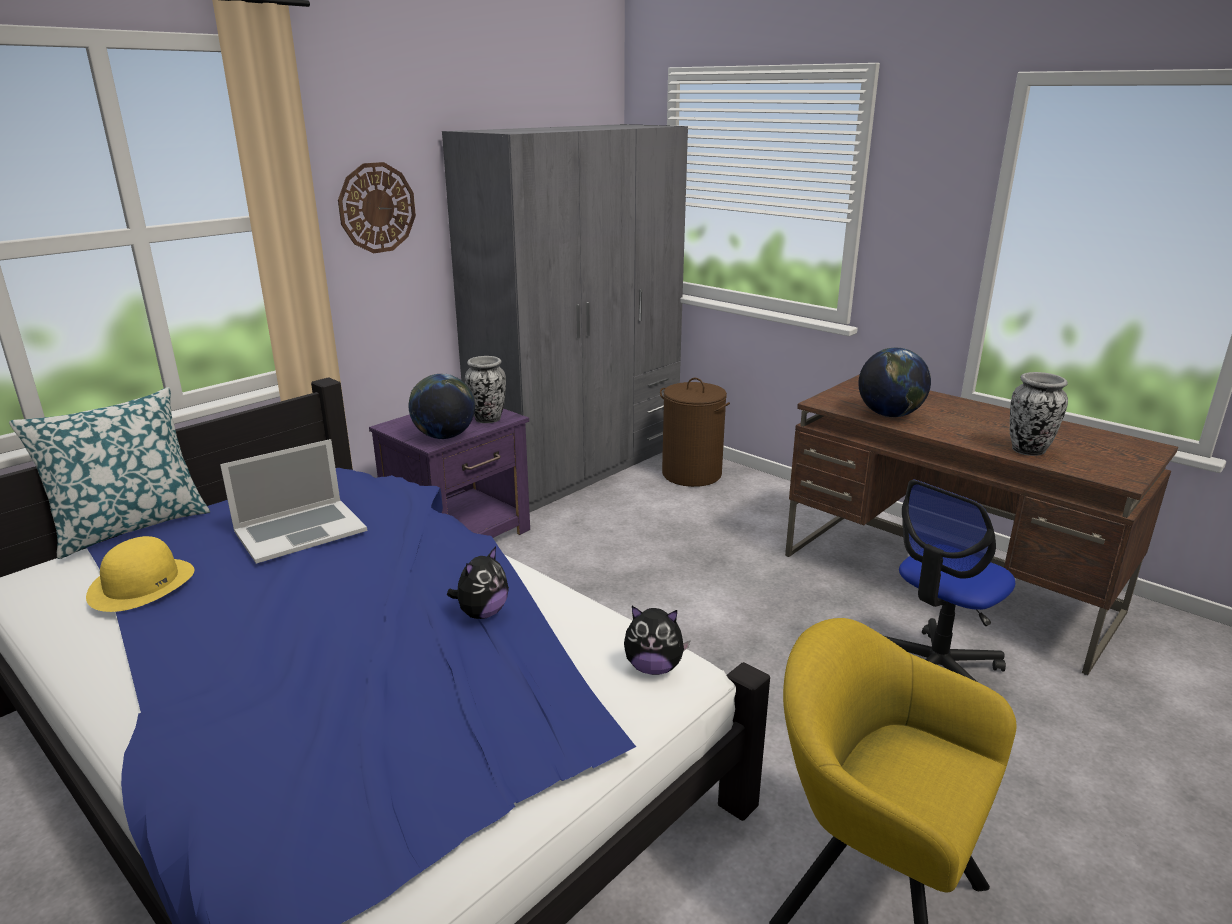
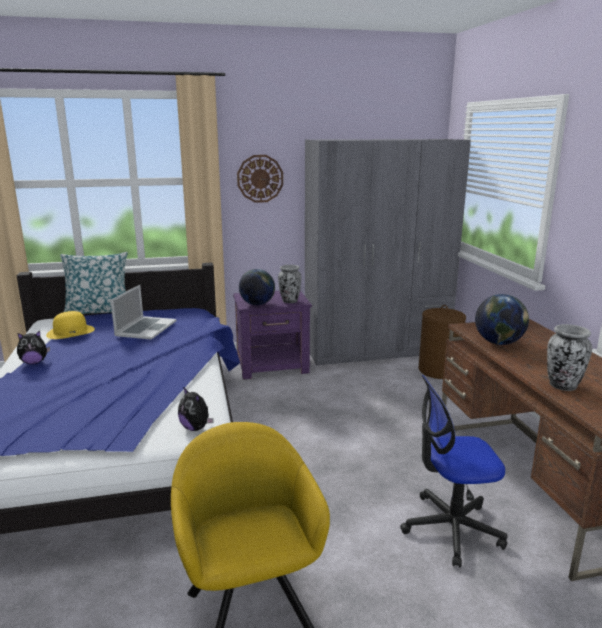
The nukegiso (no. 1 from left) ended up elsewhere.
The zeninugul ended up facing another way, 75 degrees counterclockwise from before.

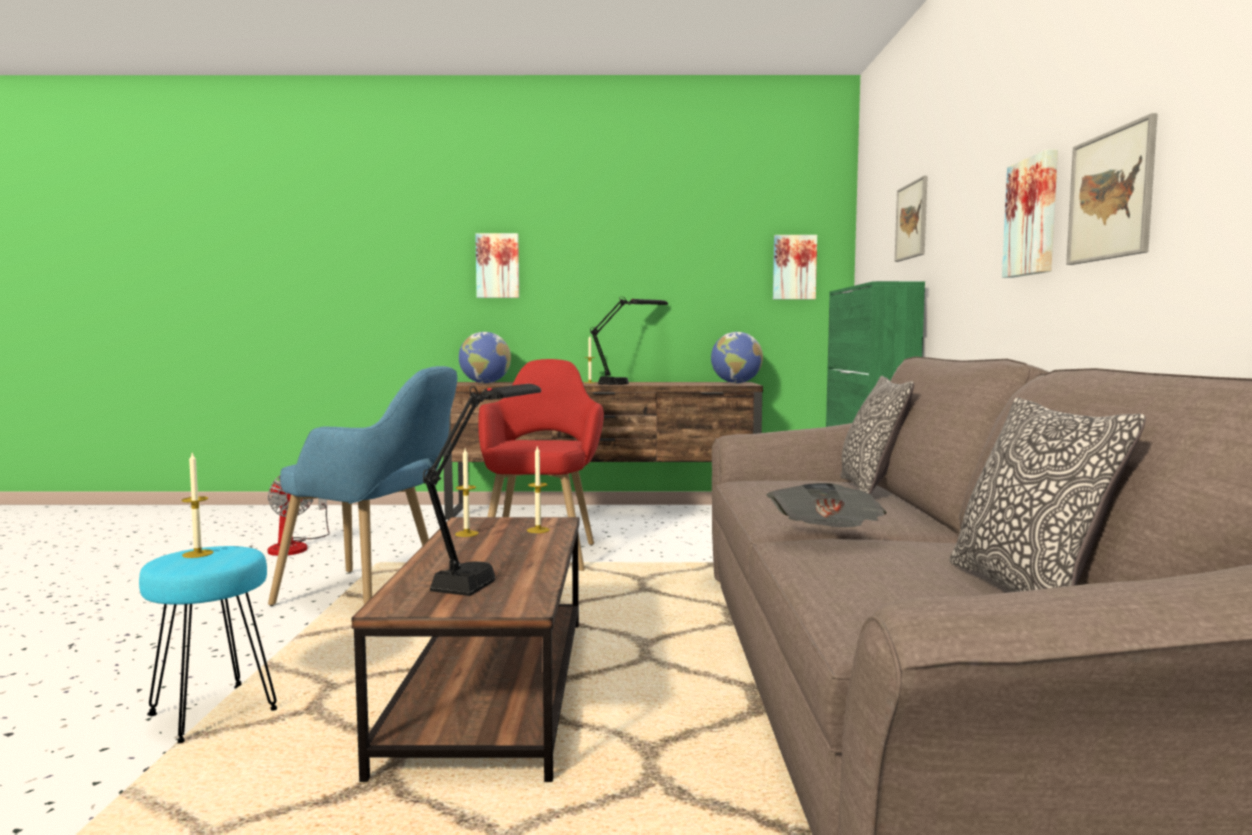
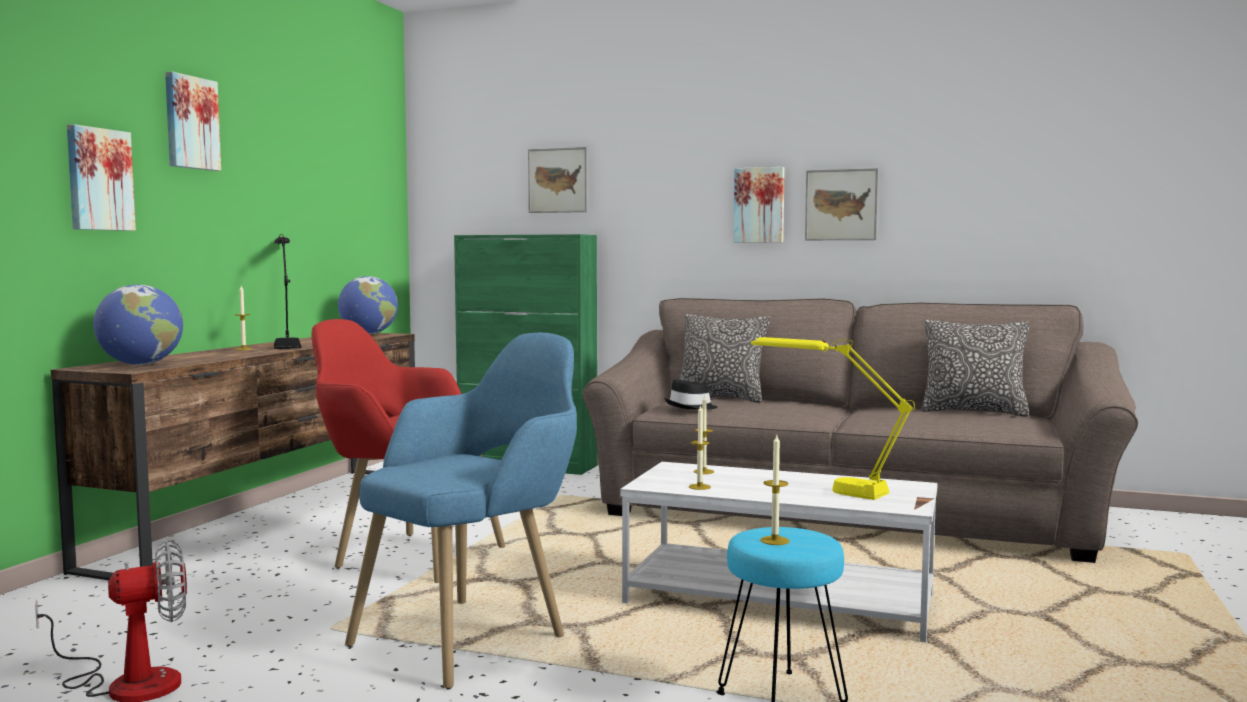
The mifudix (no. 2 from left) ended up elsewhere.
What was the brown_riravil turned into the white_riravil.
The second view gained the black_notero.
What was the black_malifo (no. 1 from left) turned into the yellow_malifo.
The second view lost the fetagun.

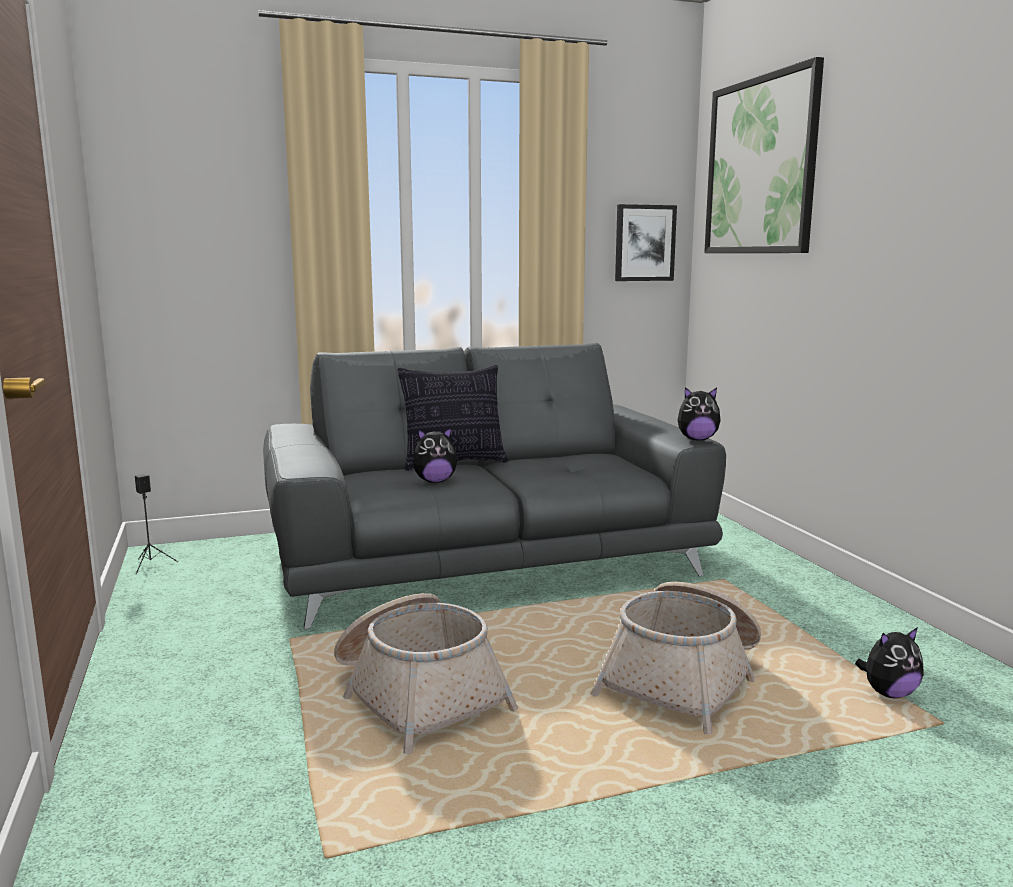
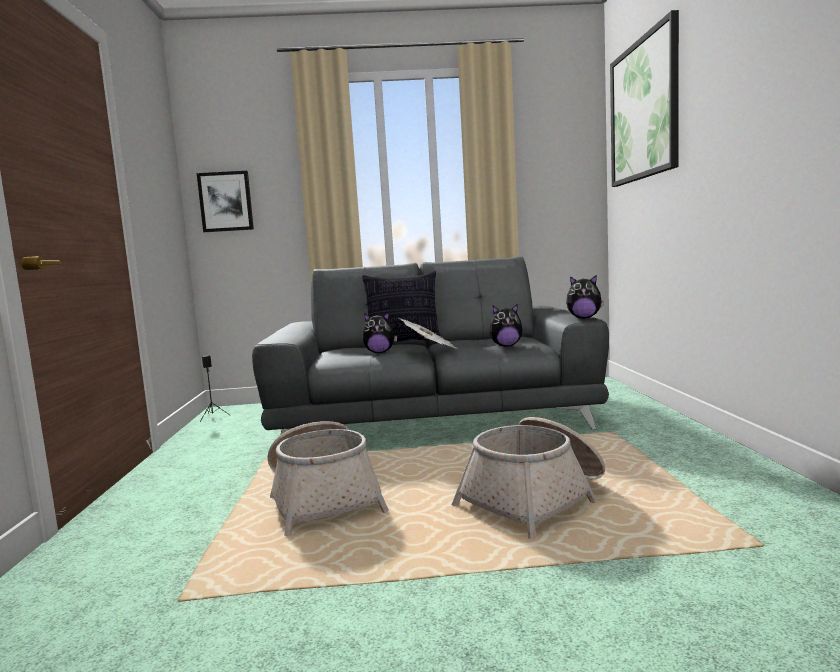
The mifudix (no. 1 from left) ended up elsewhere.
The second view gained the fetagun.
The nukegiso (no. 3 from left in the first image) ended up elsewhere.

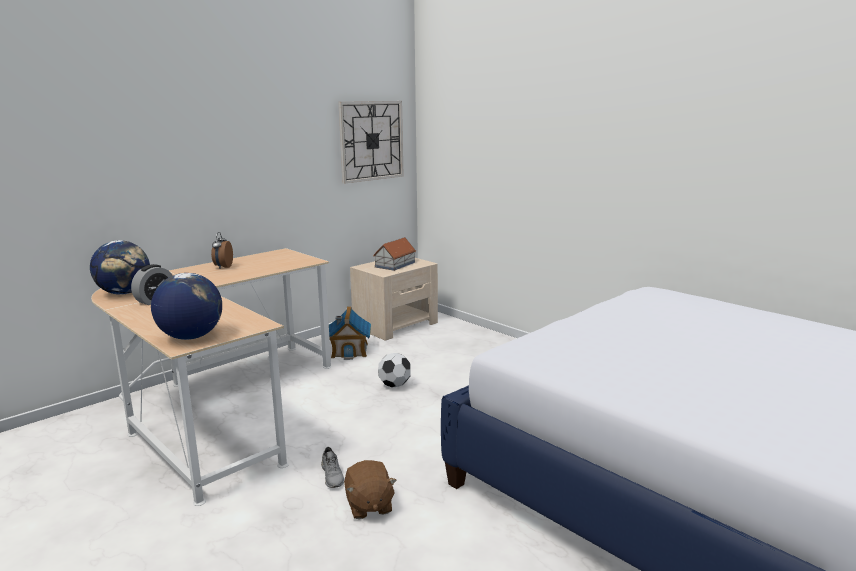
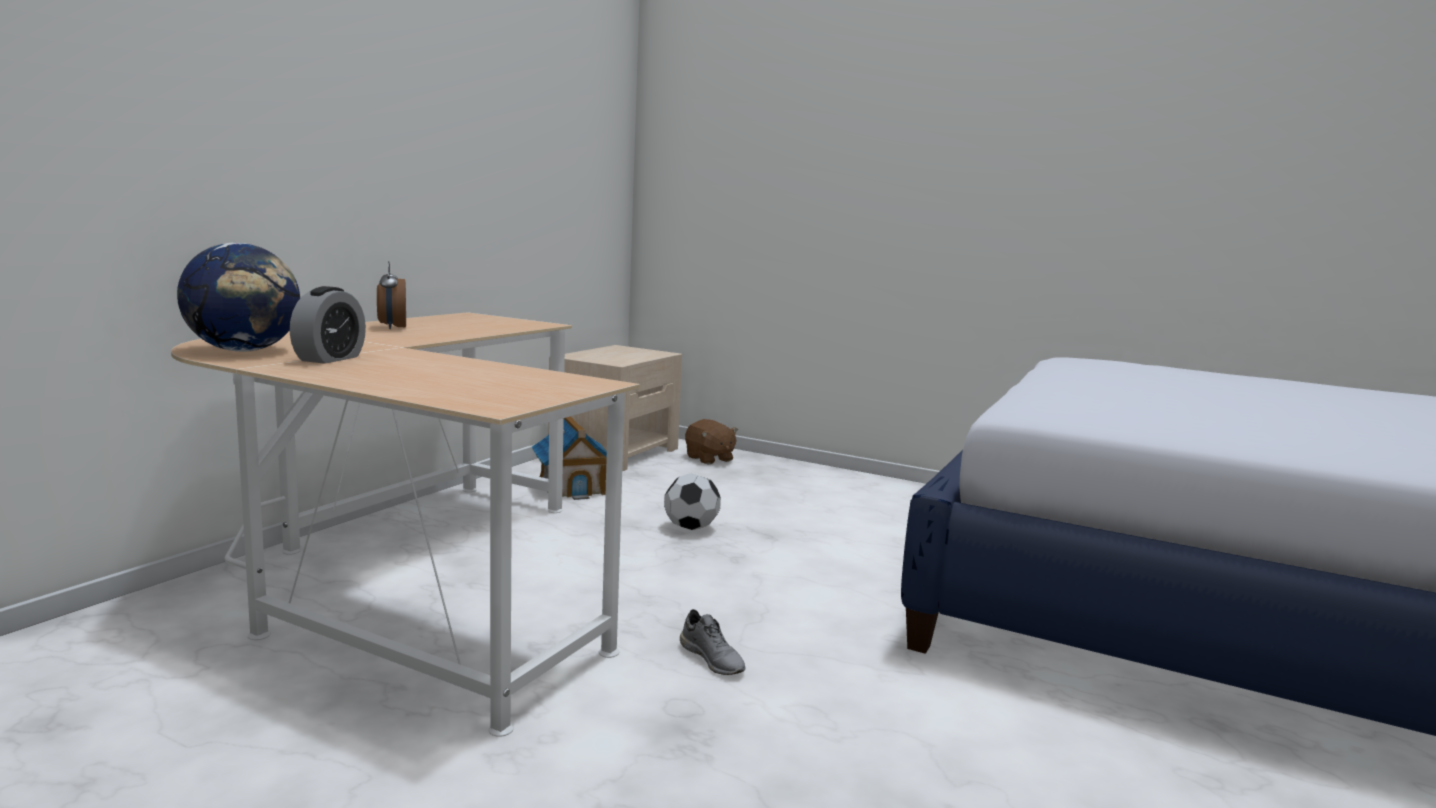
The brown_nukegiso ended up elsewhere.
The second view lost the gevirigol (no. 2 from left).
The second view lost the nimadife.
The second view lost the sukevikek (no. 2 from left).

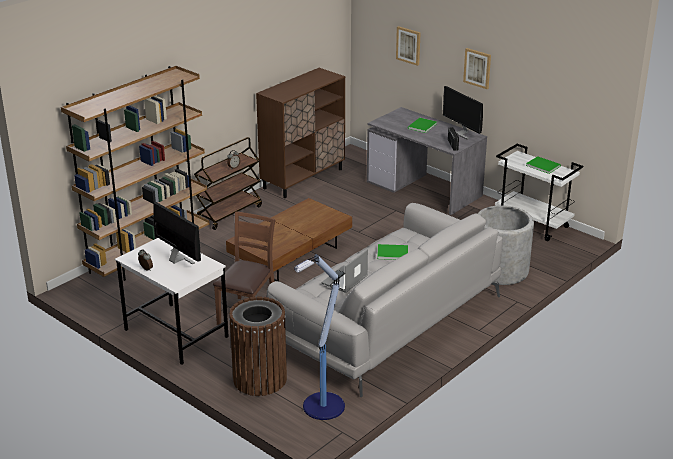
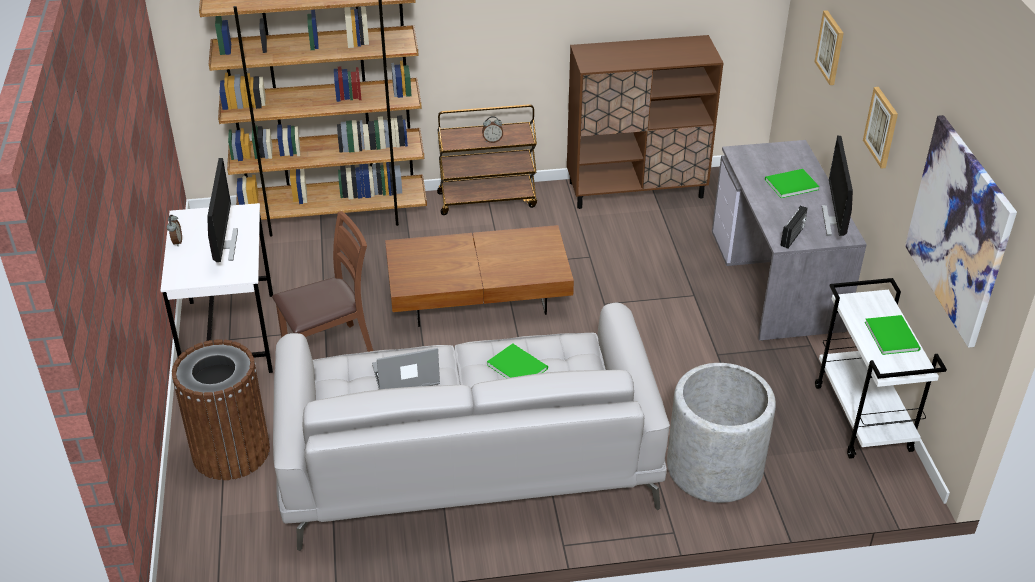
The second view gained the mifudix (no. 3 from left).
The second view lost the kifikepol.

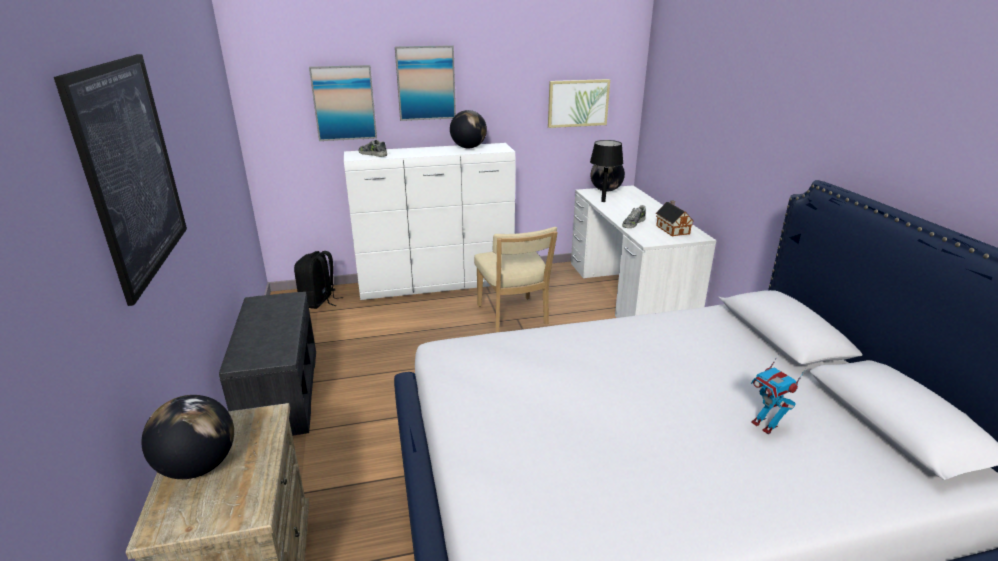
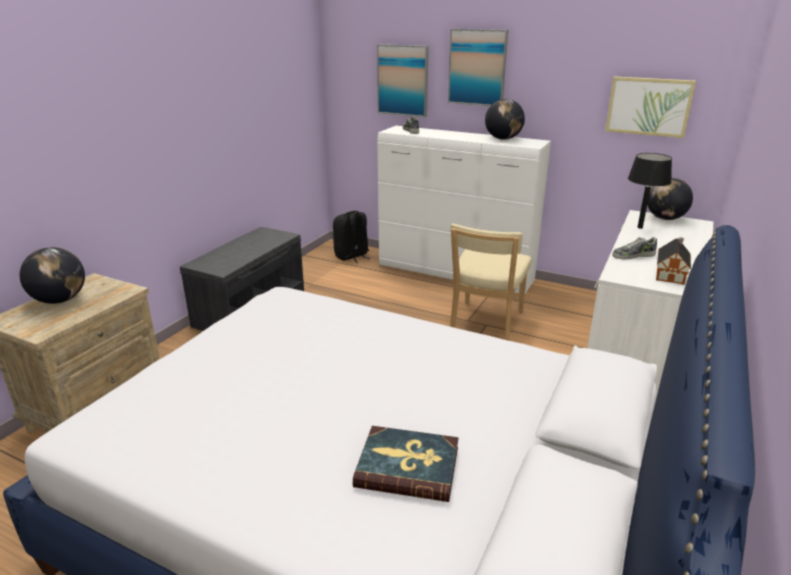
Where the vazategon stood, the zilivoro came to stand.
The second view lost the mifudix (no. 1 from left).

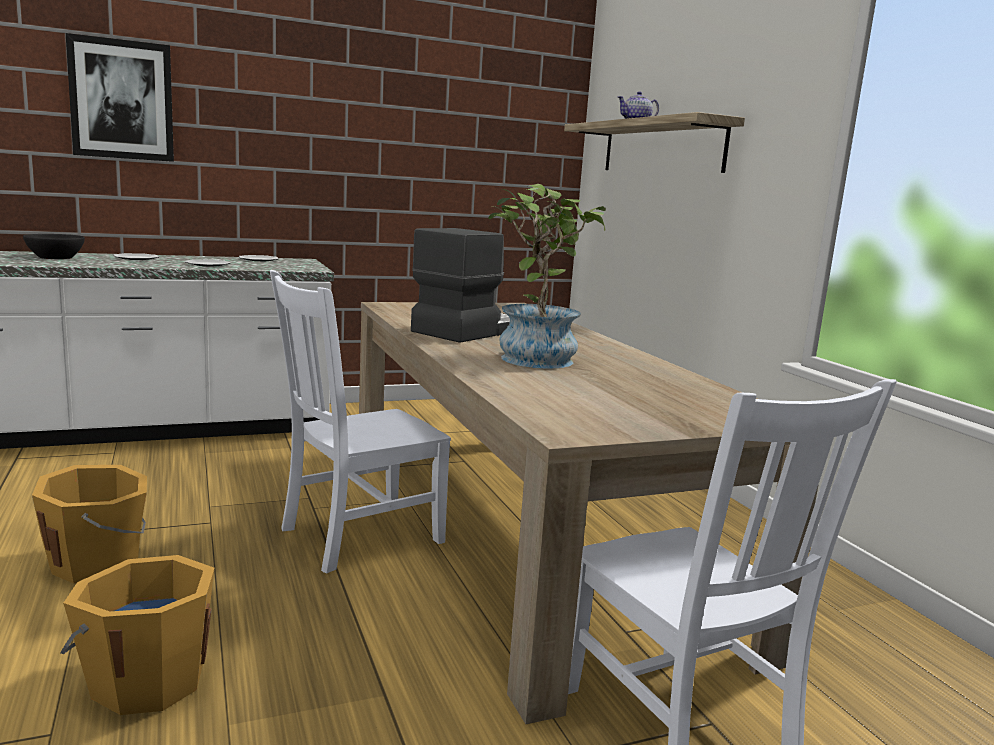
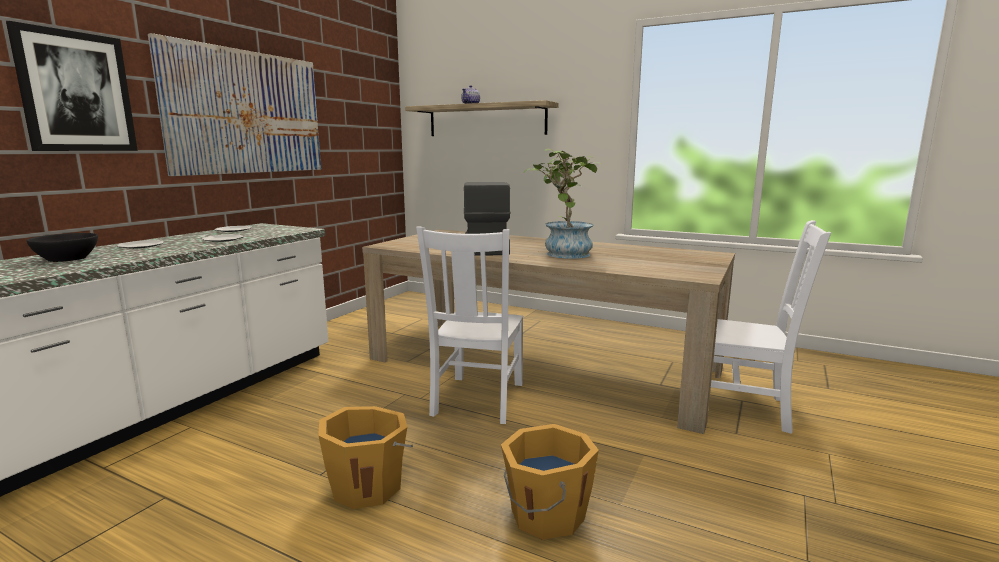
The second view gained the mifudix (no. 2 from left).

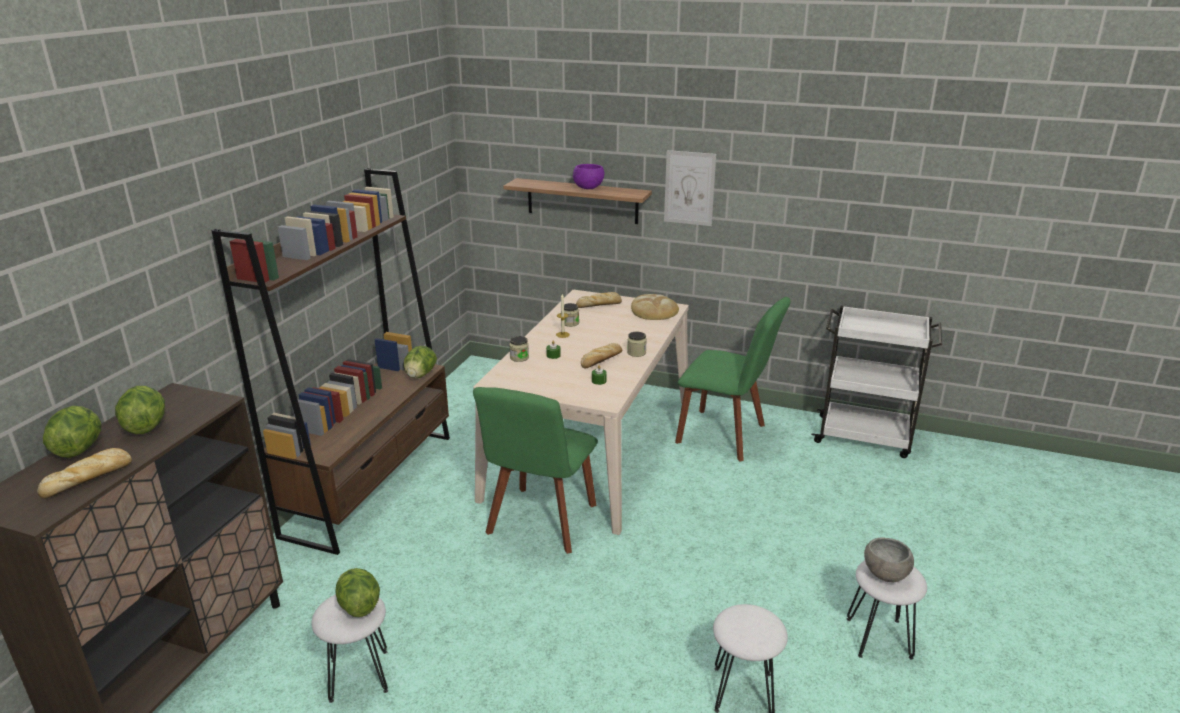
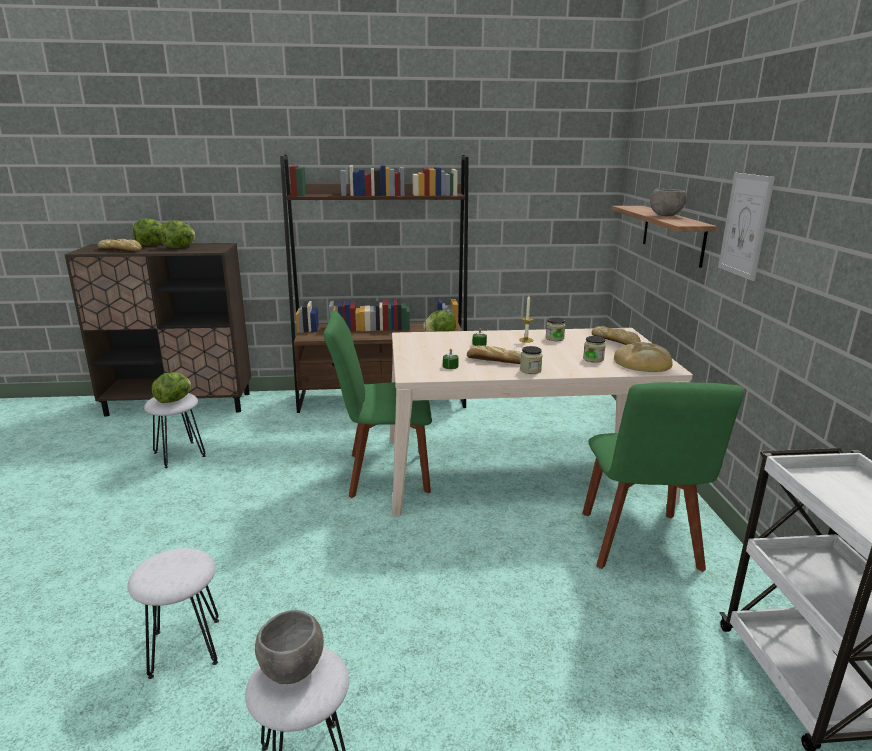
The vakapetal (no. 1 from left in the first image) ended up elsewhere.
What was the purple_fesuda turned into the grey_fesuda (no. 2 from left).

